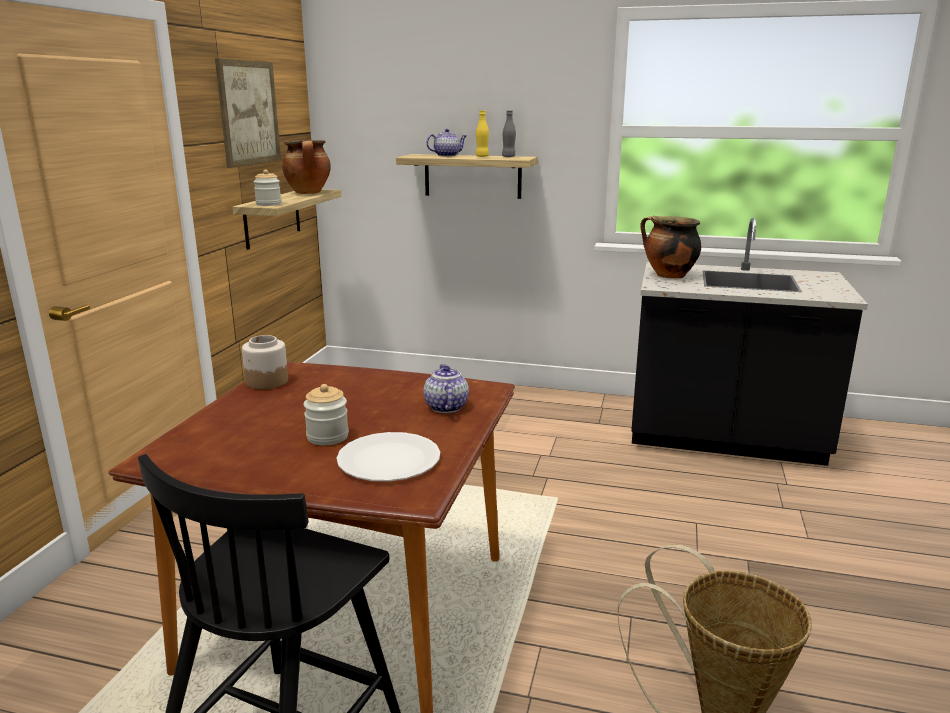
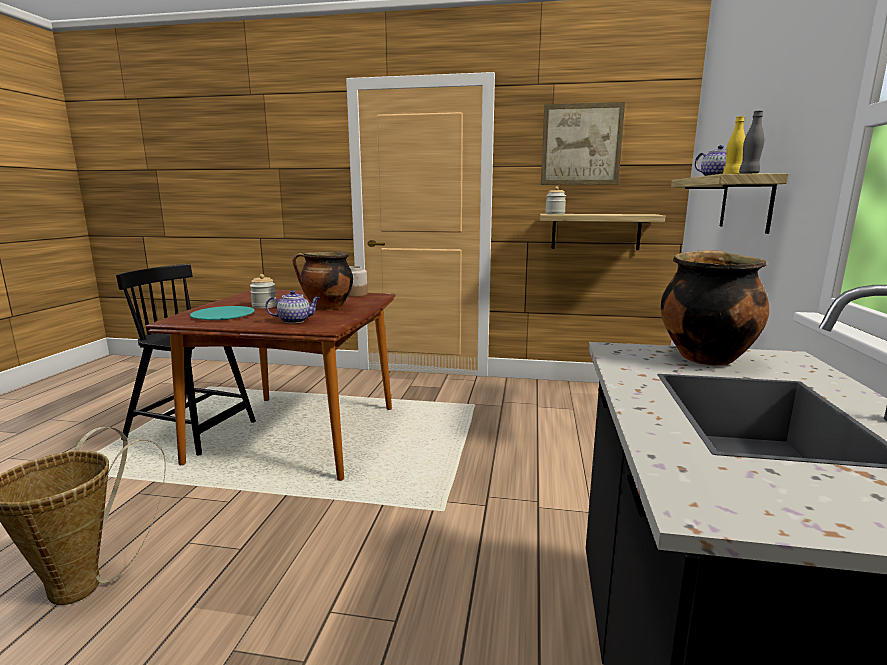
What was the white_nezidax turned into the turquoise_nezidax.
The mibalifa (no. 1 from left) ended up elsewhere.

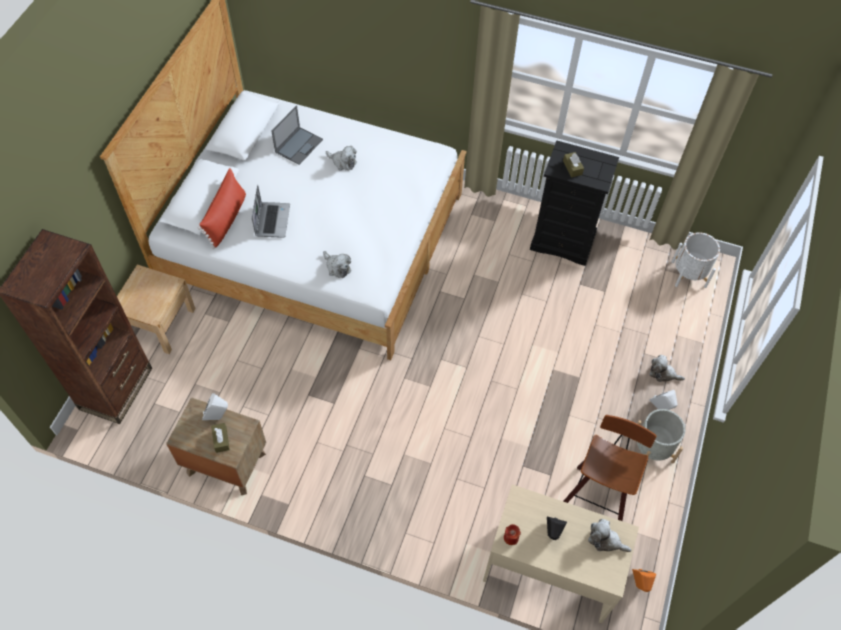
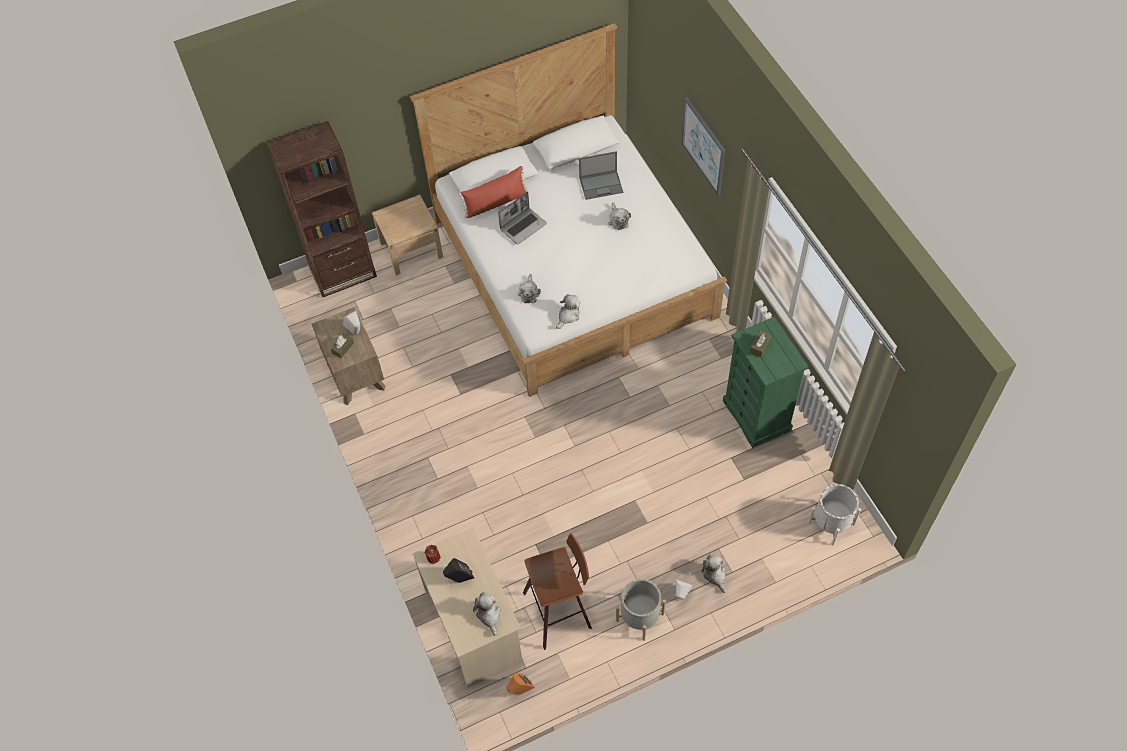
The second view gained the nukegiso (no. 3 from left).
The second view gained the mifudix.
What was the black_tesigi turned into the green_tesigi.

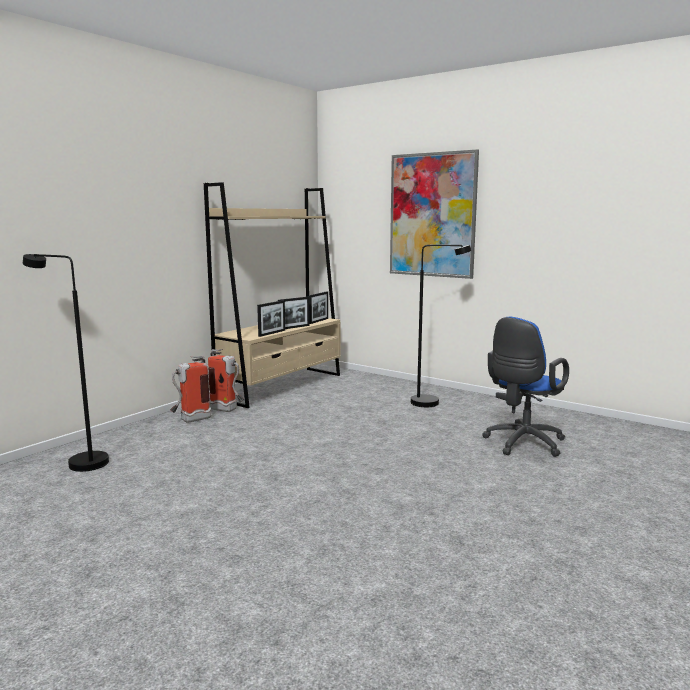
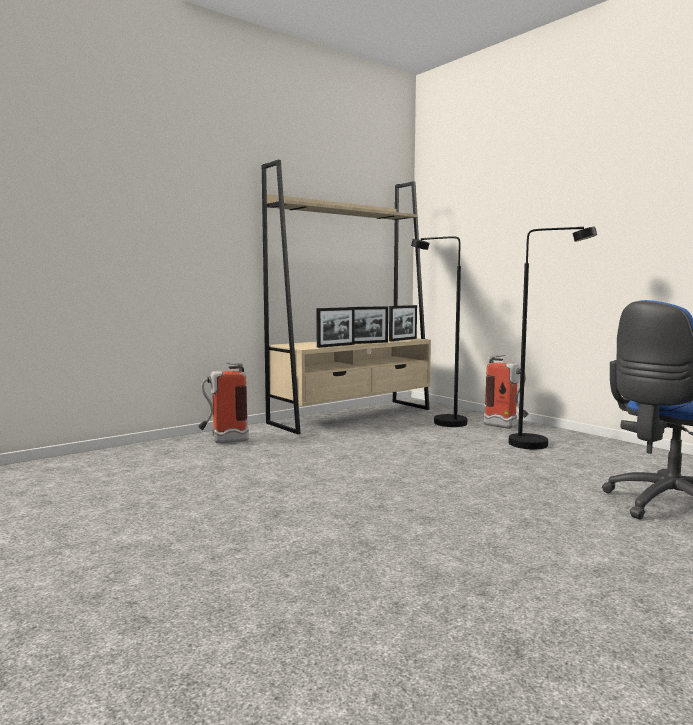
The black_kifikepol (no. 1 from left) ended up elsewhere.
The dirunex (no. 2 from left) ended up elsewhere.
The second view lost the mifudix.

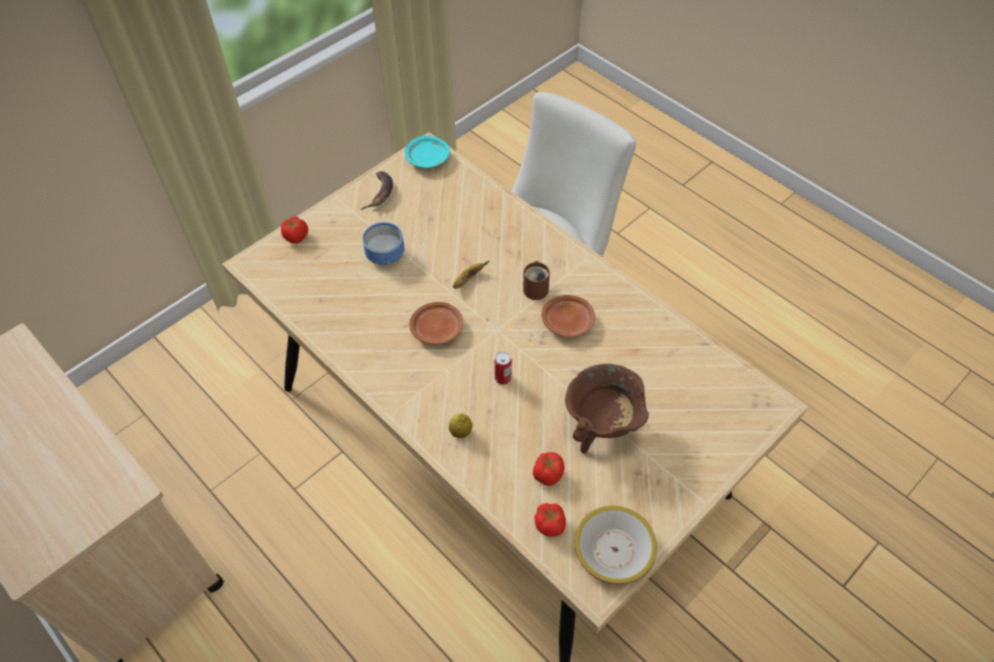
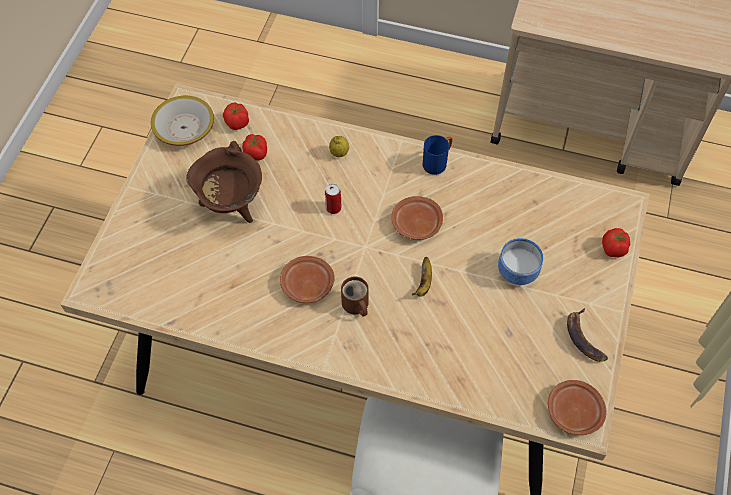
The second view gained the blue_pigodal.
What was the turquoise_nezidax turned into the brown_nezidax (no. 3 from left).

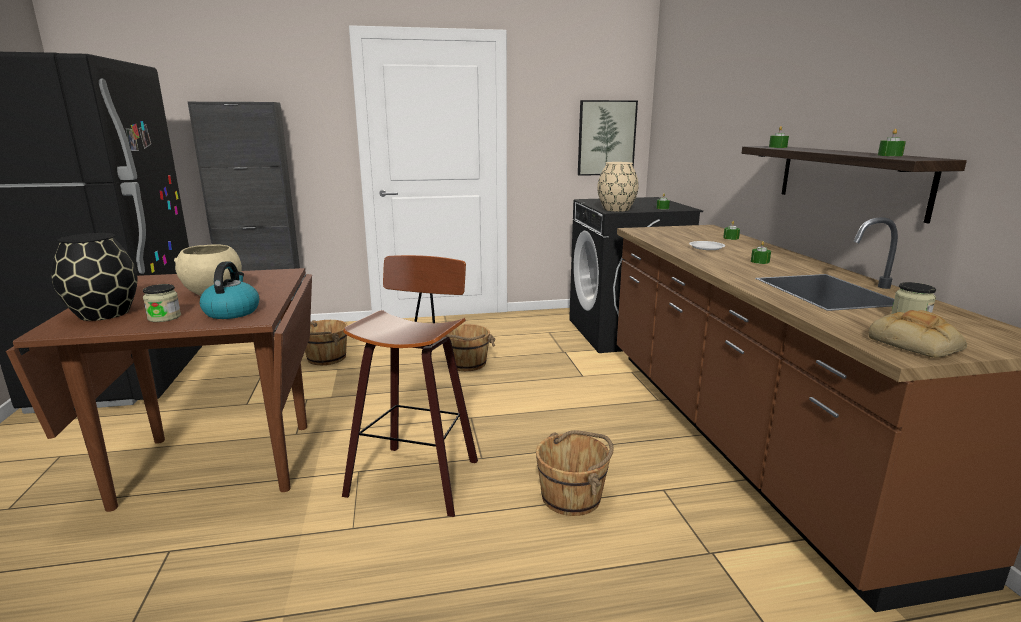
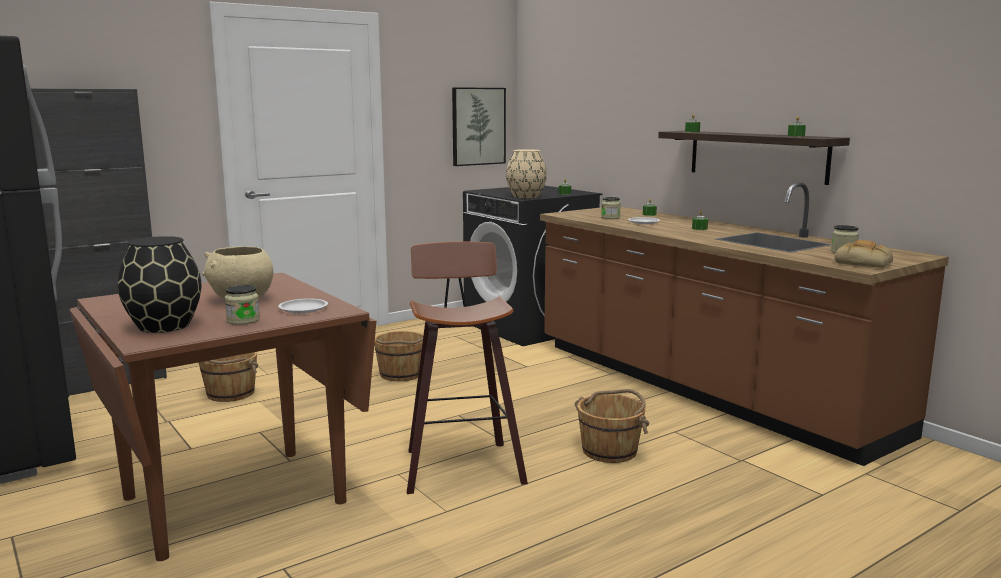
Where the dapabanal stood, the white_nezidax (no. 1 from left) came to stand.
The second view gained the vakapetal (no. 2 from left).

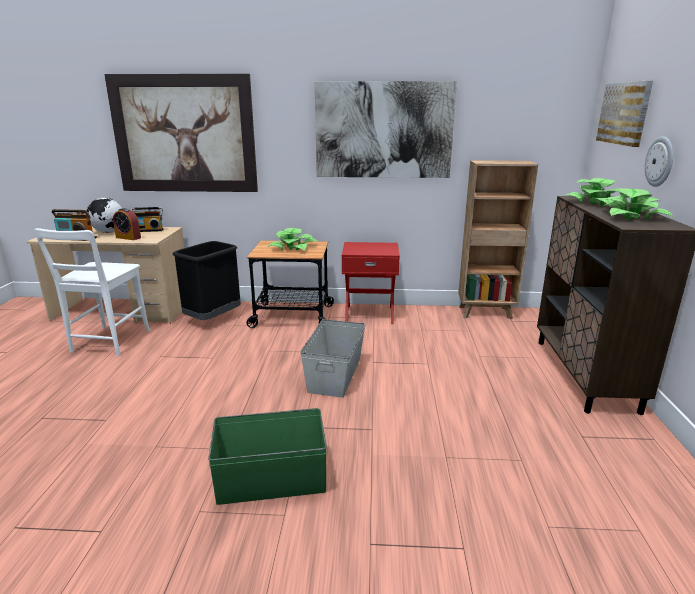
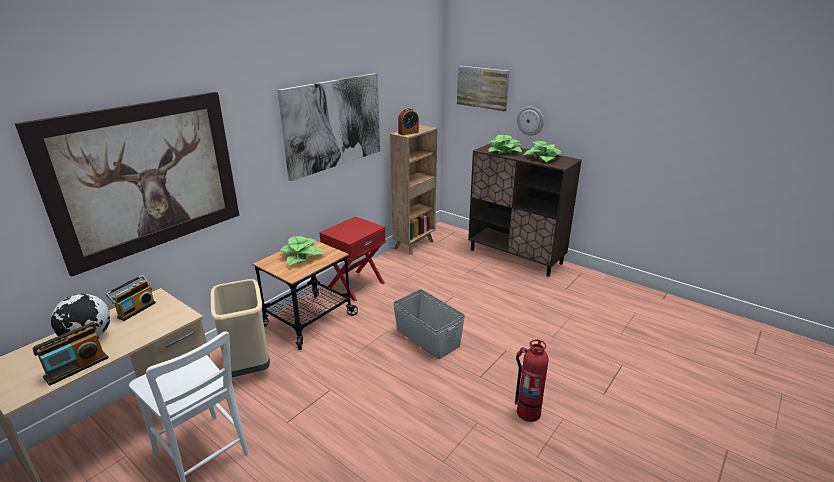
What was the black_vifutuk turned into the beige_vifutuk.
The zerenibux ended up elsewhere.
Where the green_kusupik stood, the dirunex came to stand.

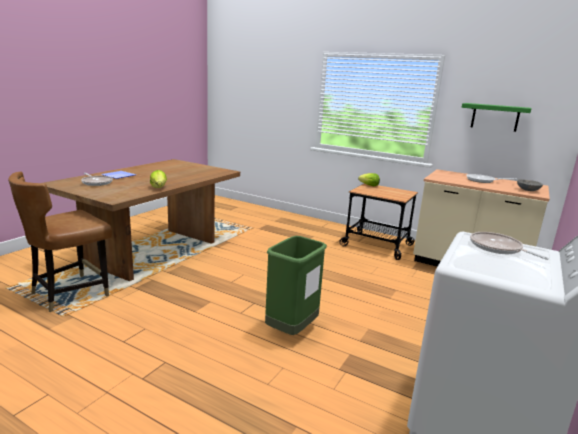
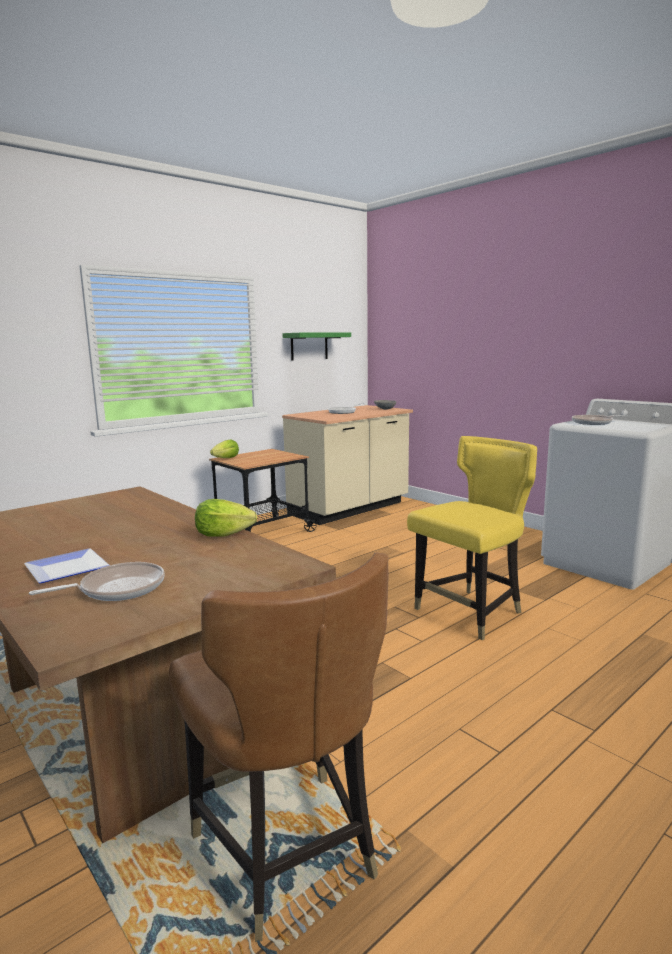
Where the green_vifutuk stood, the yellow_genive came to stand.

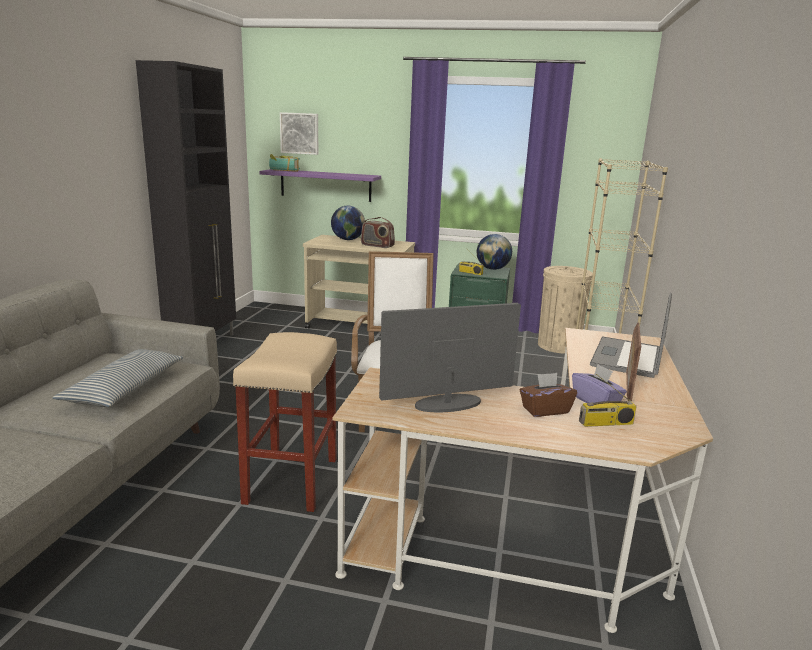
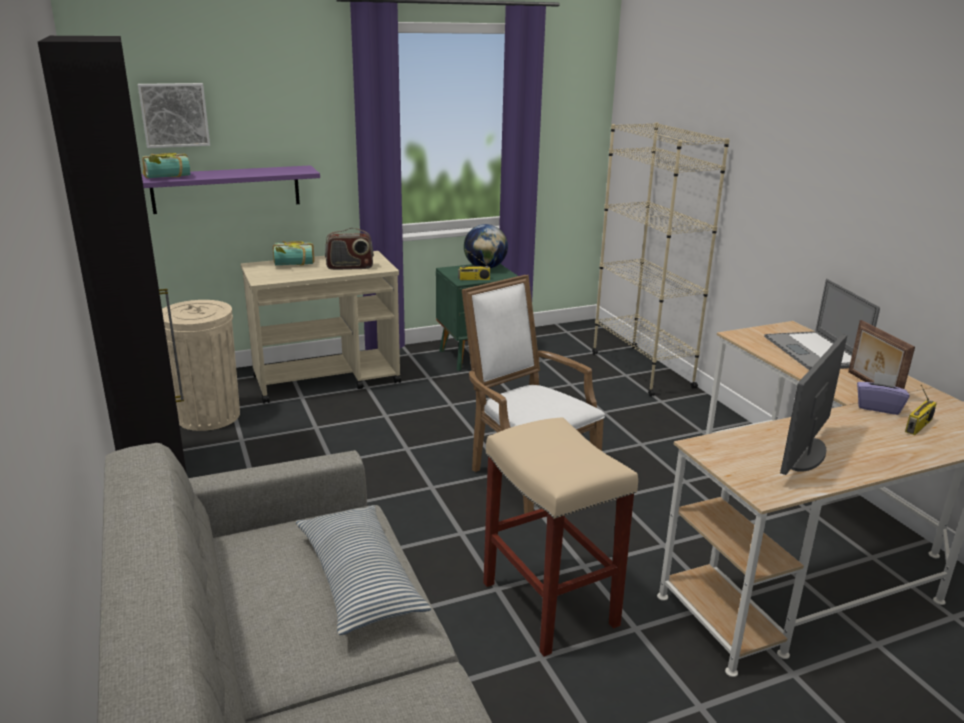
The beige_vifutuk ended up elsewhere.
Where the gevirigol (no. 1 from left) stood, the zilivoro (no. 2 from left) came to stand.
The second view lost the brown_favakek.

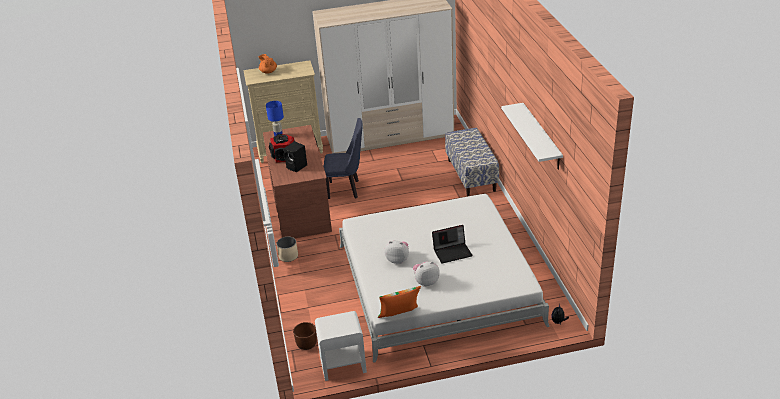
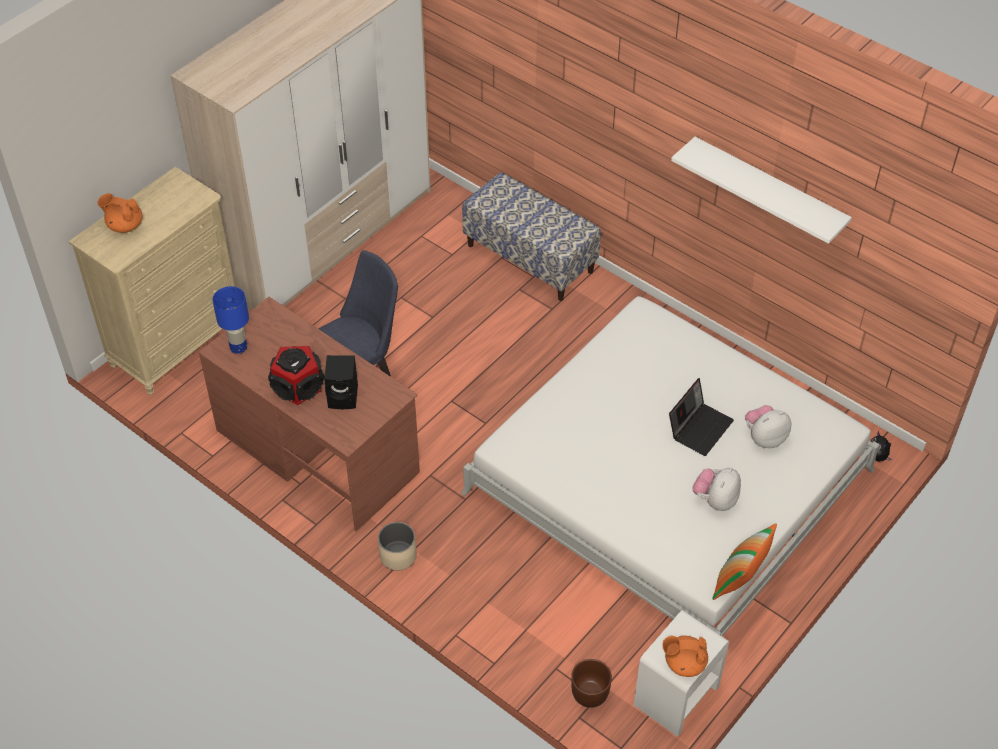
The second view gained the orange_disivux (no. 2 from left).
The nukegiso (no. 1 from left in the first image) ended up elsewhere.

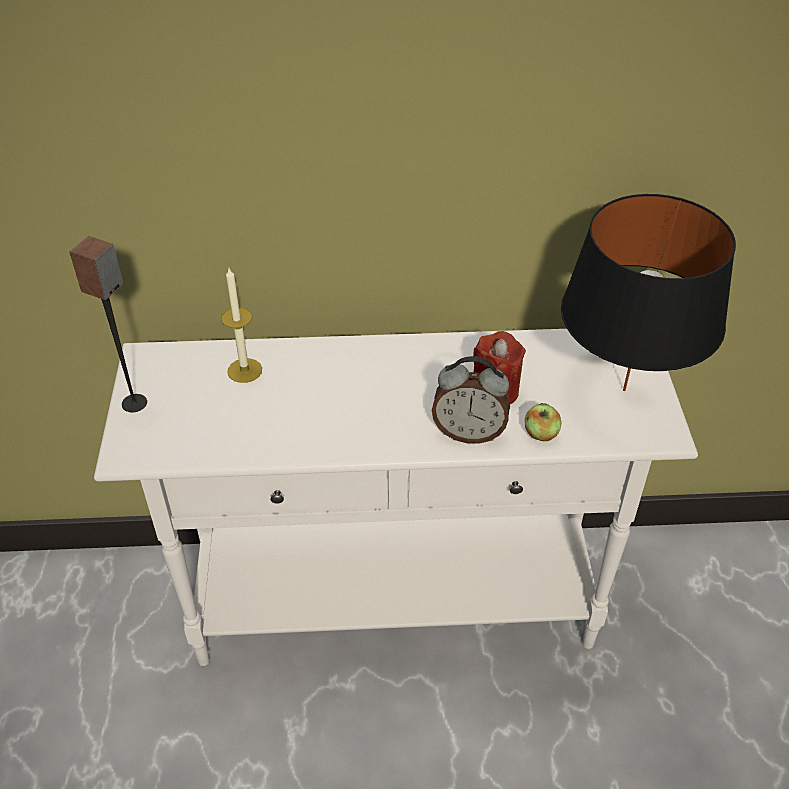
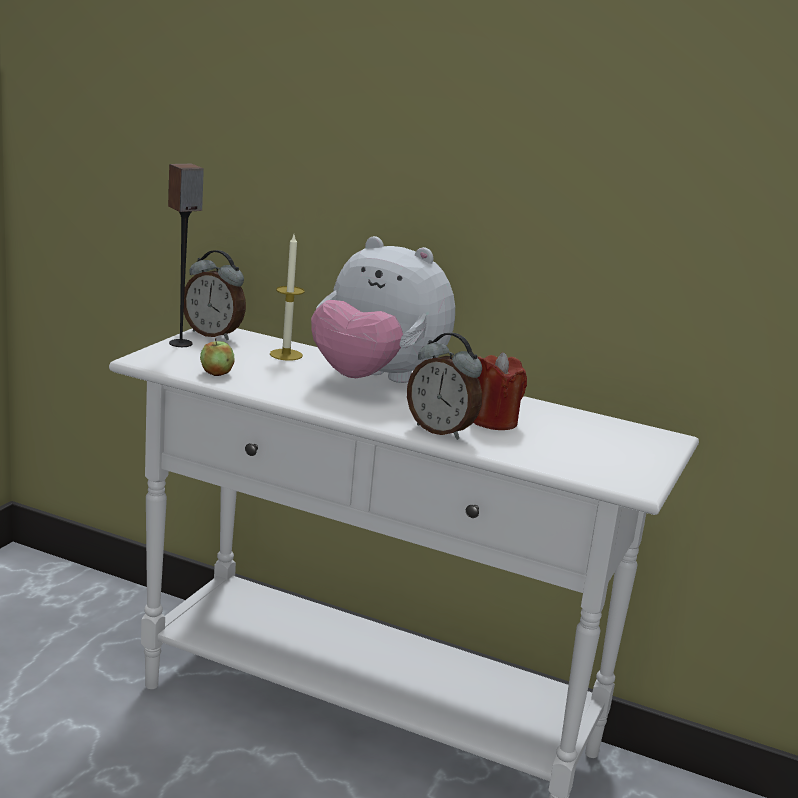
The second view gained the zerenibux (no. 1 from left).
The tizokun ended up elsewhere.
The second view gained the nukegiso.
The second view lost the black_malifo.

